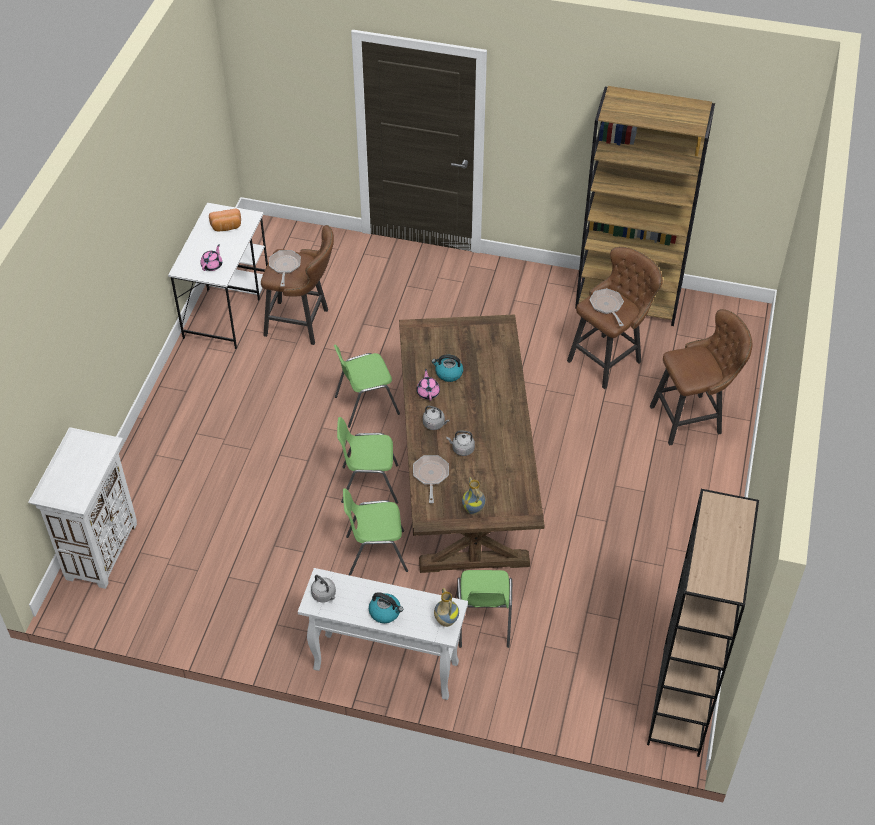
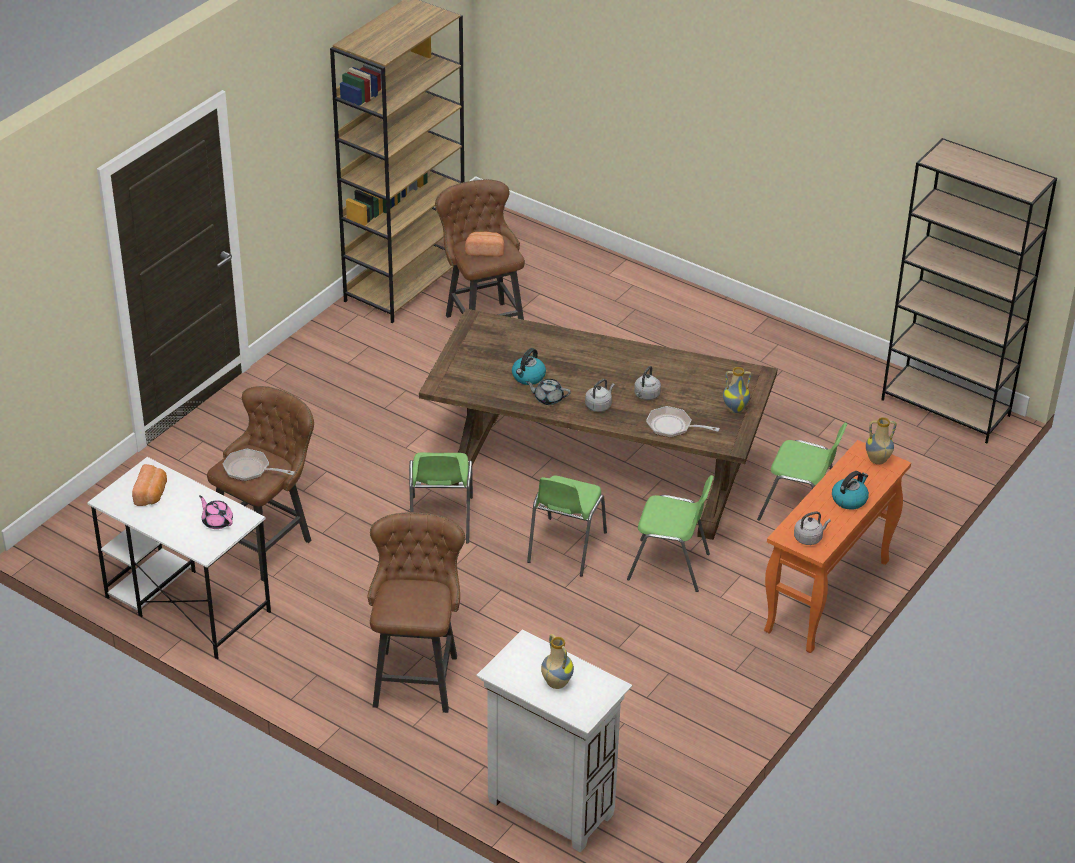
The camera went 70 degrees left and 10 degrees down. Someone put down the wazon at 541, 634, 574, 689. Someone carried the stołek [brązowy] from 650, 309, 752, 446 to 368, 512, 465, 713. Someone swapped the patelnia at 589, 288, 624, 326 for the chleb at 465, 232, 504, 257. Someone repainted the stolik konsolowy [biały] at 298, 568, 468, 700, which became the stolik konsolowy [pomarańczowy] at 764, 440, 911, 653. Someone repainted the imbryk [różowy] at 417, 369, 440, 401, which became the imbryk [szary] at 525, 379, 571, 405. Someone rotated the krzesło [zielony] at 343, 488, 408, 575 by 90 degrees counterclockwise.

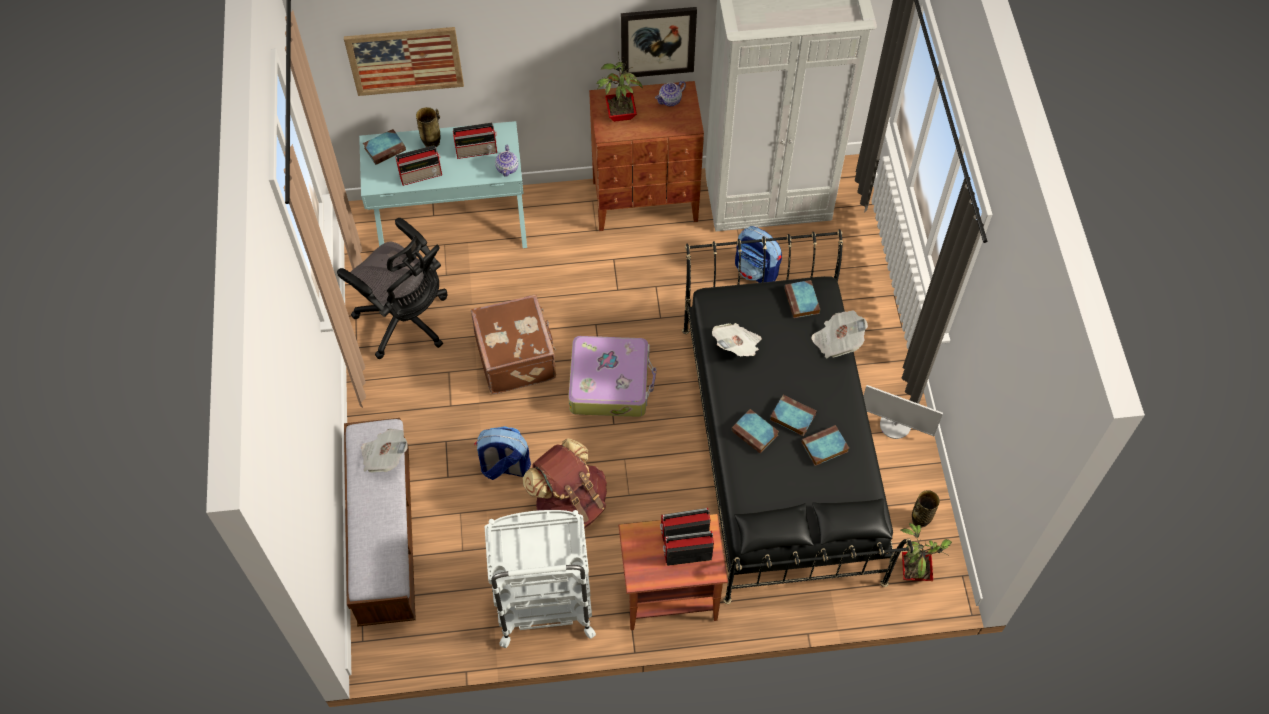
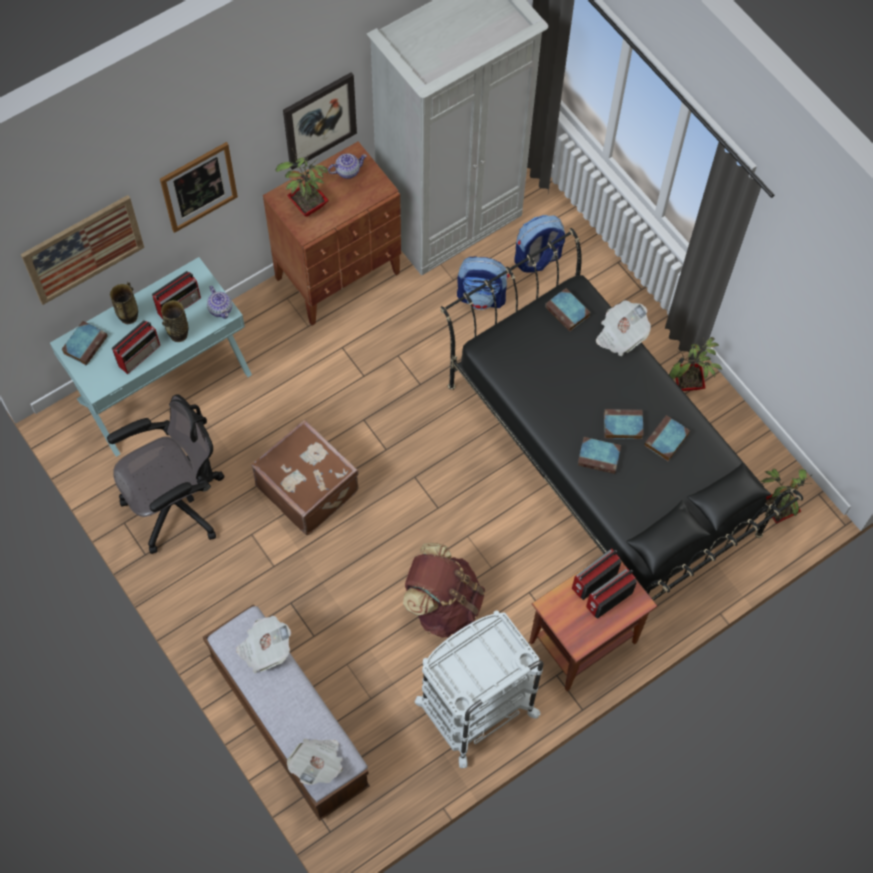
The camera went 30 degrees left and 5 degrees up. Someone took away the walizka at 568, 336, 656, 417. Someone put up the obraz at 160, 142, 238, 233. Someone carried the plecak from 474, 426, 531, 480 to 514, 215, 565, 273. Someone carried the gazeta from 712, 323, 762, 356 to 287, 739, 343, 785. Someone carried the wazon from 912, 490, 940, 528 to 161, 300, 188, 342. Someone swapped the monitor at 863, 385, 943, 439 for the roślina doniczkowa at 669, 337, 722, 391. Someone rotated the krzesło biurowe at 337, 218, 448, 359 by 45 degrees counterclockwise. Someone rotated the imbryk at 655, 81, 686, 106 by 135 degrees counterclockwise.

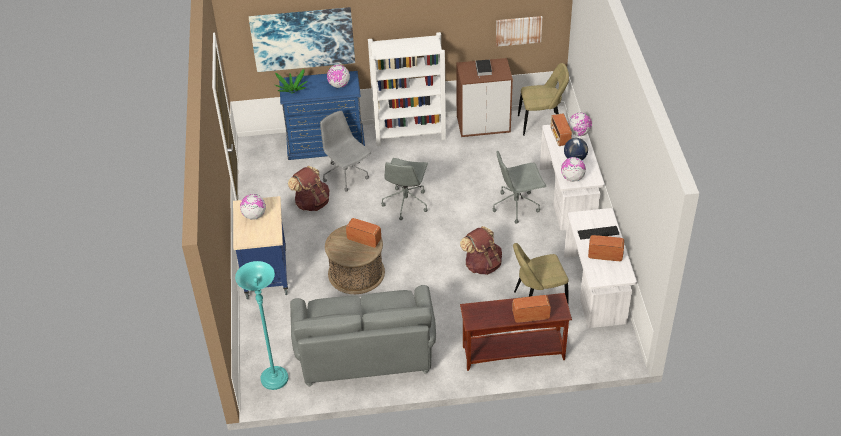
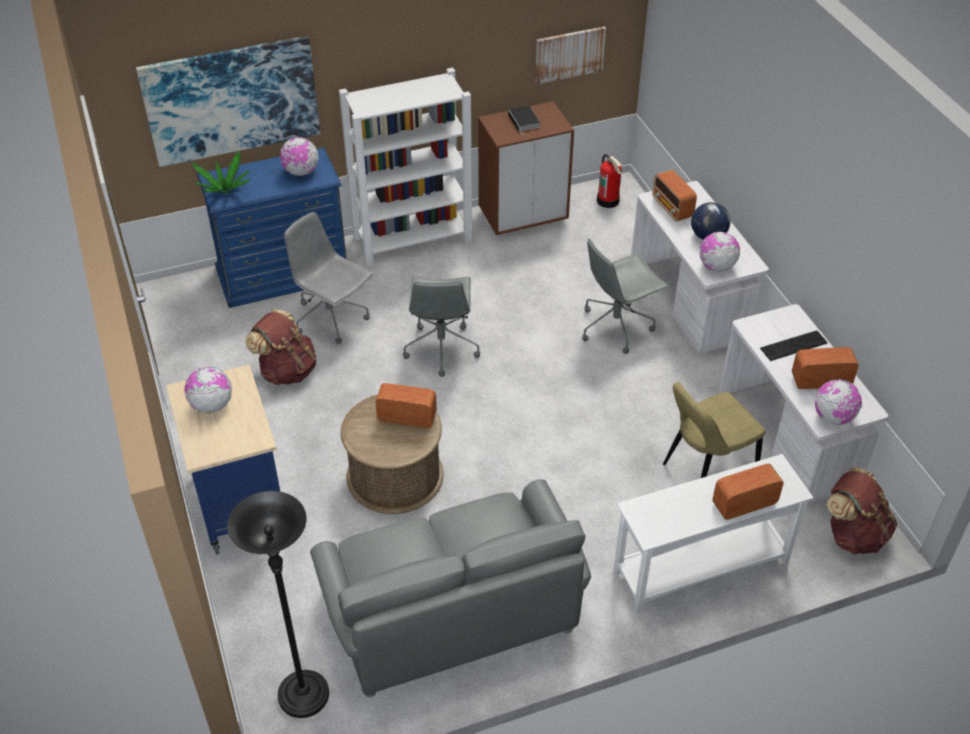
The camera went 15 degrees left and 0 degrees up. Someone carried the plecak [brązowy] from 460, 226, 502, 275 to 826, 467, 897, 555. Someone carried the globus from 568, 113, 592, 136 to 815, 379, 862, 425. Someone swapped the krzesło [beżowy] at 518, 63, 569, 136 for the gaśnica at 597, 154, 622, 208. Someone repainted the lampa stojąca [turkusowy] at 235, 261, 288, 390, which became the lampa stojąca [czarny] at 227, 491, 329, 718. Someone repainted the stolik konsolowy [brązowy] at 460, 293, 572, 371, which became the stolik konsolowy [biały] at 613, 454, 814, 615.

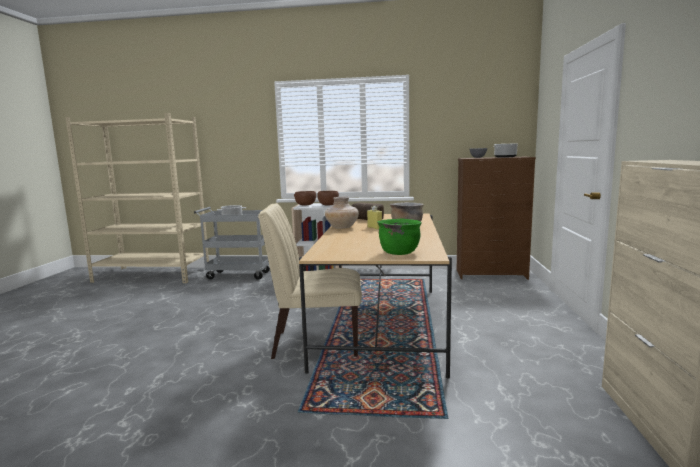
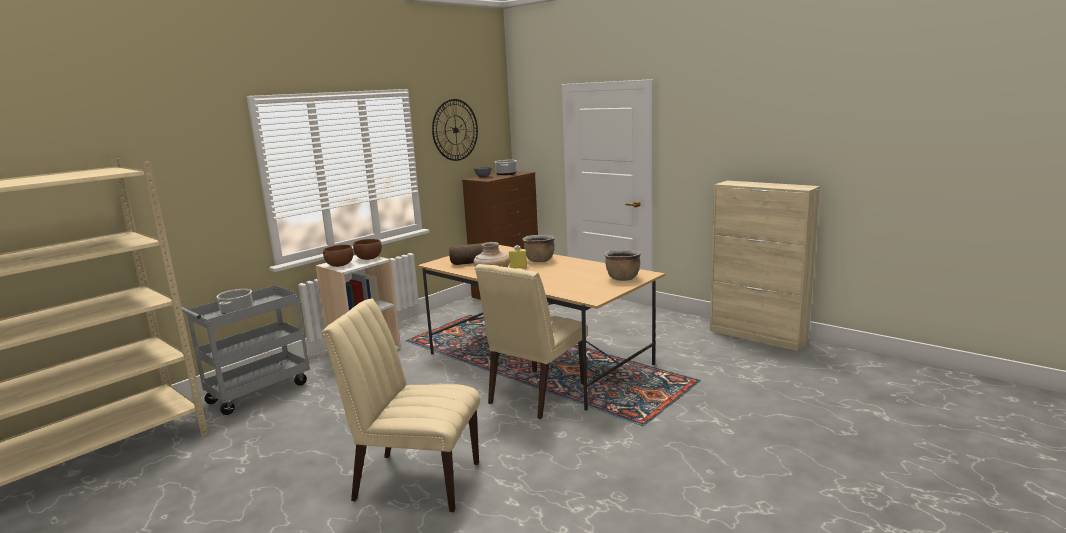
The camera went 55 degrees left and 5 degrees up. Someone put down the krzesło [beżowy] at 322, 299, 480, 512. Someone put up the zegar ścienny at 432, 99, 478, 161. Someone repainted the garnek [zielony] at 377, 219, 422, 255, which became the garnek [brązowy] at 604, 249, 641, 281.

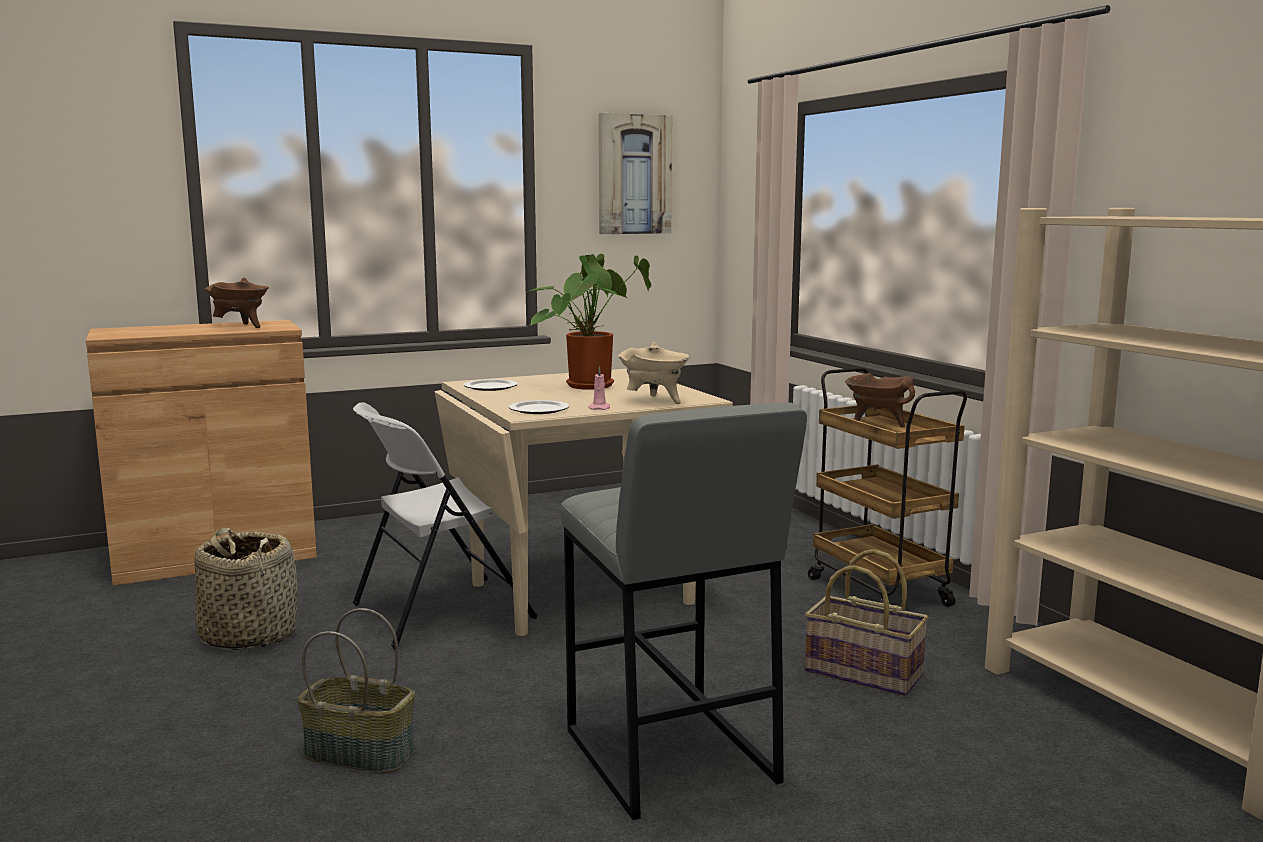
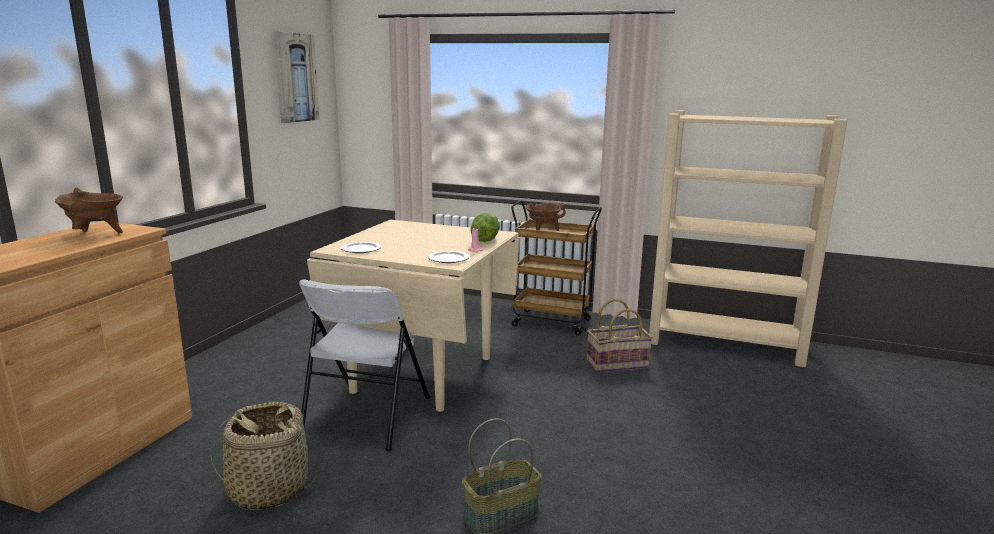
The camera went 45 degrees left and 5 degrees up. Someone took away the roślina doniczkowa at 527, 254, 651, 390. Someone took away the stołek [szary] at 561, 402, 807, 820. Someone swapped the garnek [beżowy] at 618, 342, 689, 404 for the sałata at 471, 213, 499, 242.

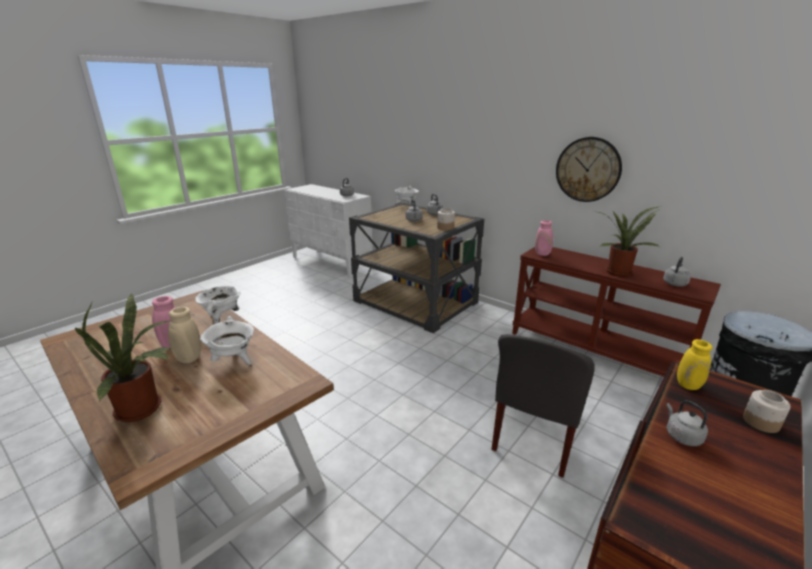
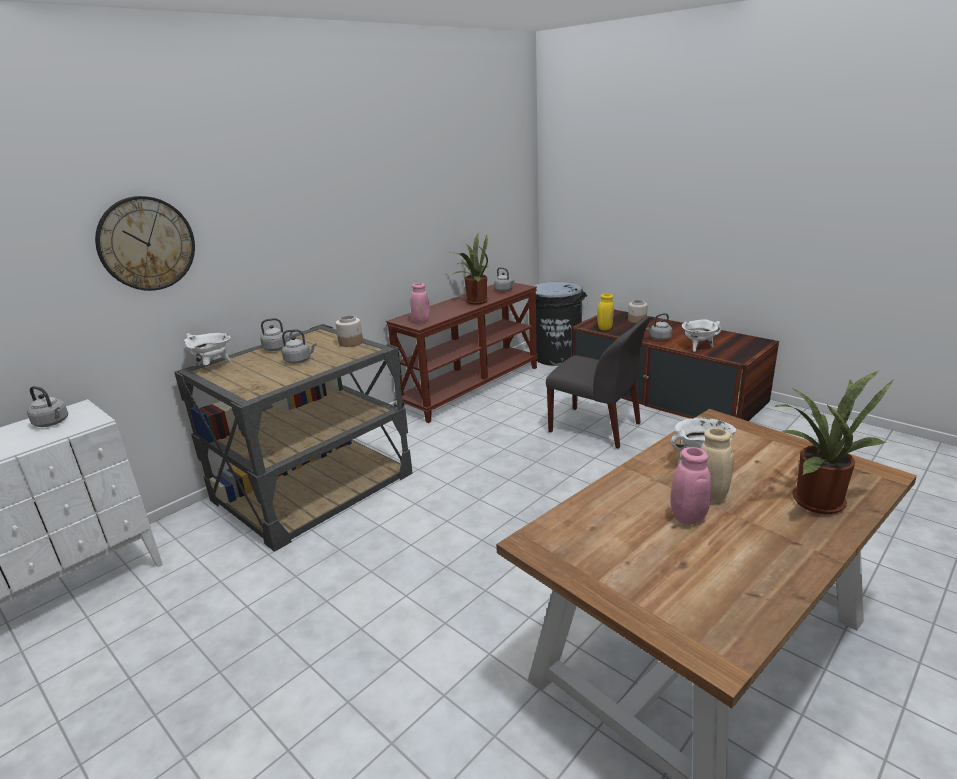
The camera went 85 degrees left and 0 degrees up. Someone carried the garnek [biały] from 195, 286, 241, 324 to 682, 319, 721, 352. Someone carried the zegar ścienny from 556, 137, 622, 202 to 95, 196, 195, 291.

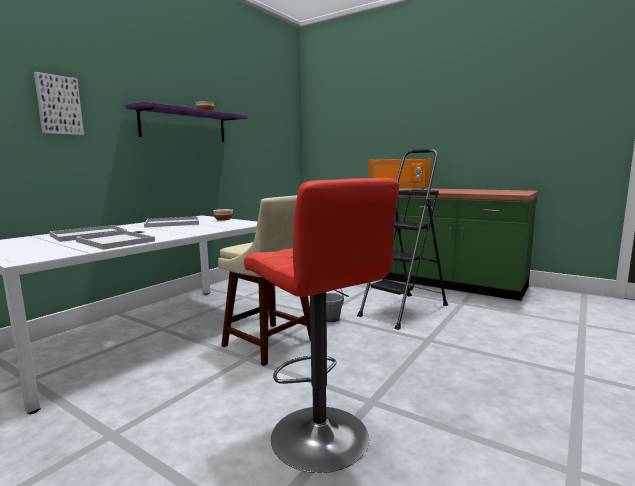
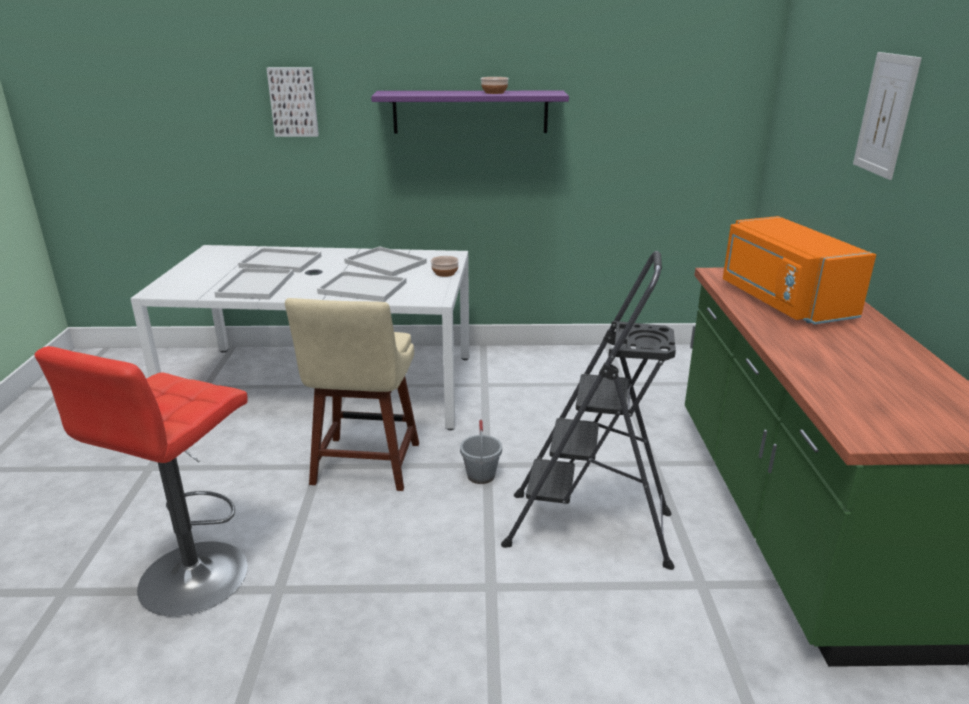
The camera went 55 degrees right and 15 degrees up. Someone put down the taca [biały] at 317, 271, 407, 302. Someone put up the obraz at 853, 52, 922, 180.

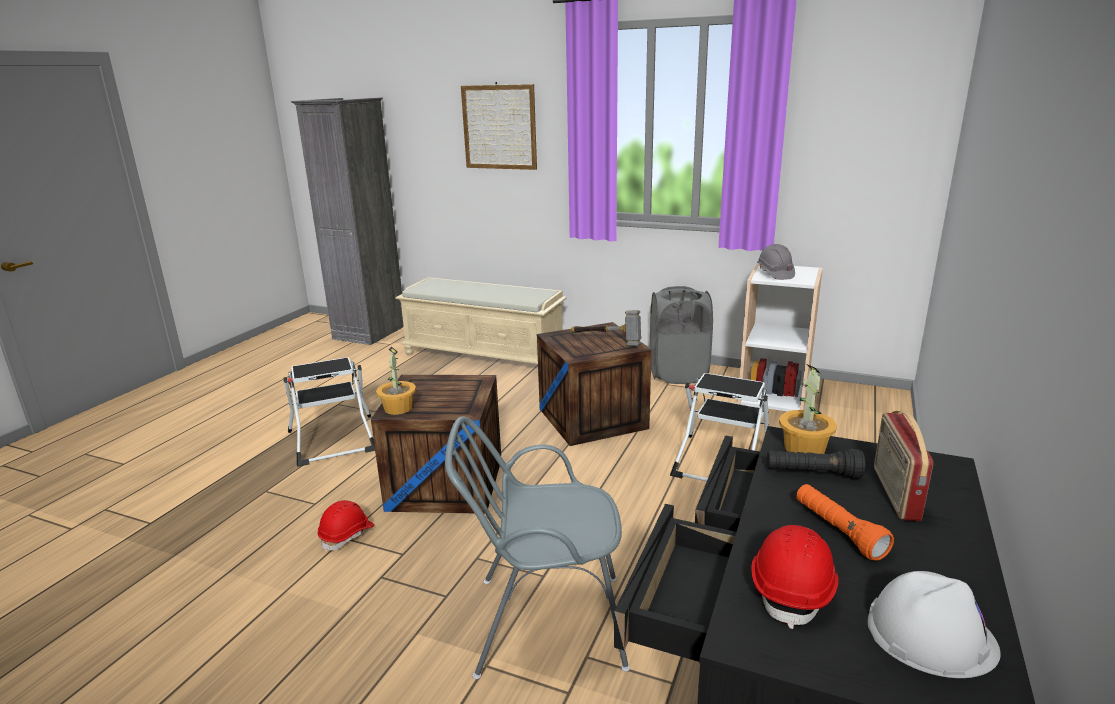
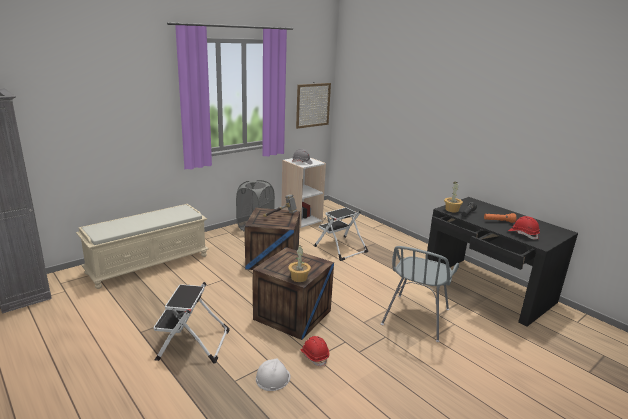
The camera went 65 degrees left and 0 degrees up. Someone took away the radio at 874, 411, 933, 521. Someone carried the obraz from 461, 82, 537, 170 to 296, 83, 331, 129. Someone carried the kask [biały] from 868, 571, 1001, 678 to 256, 358, 291, 391.

